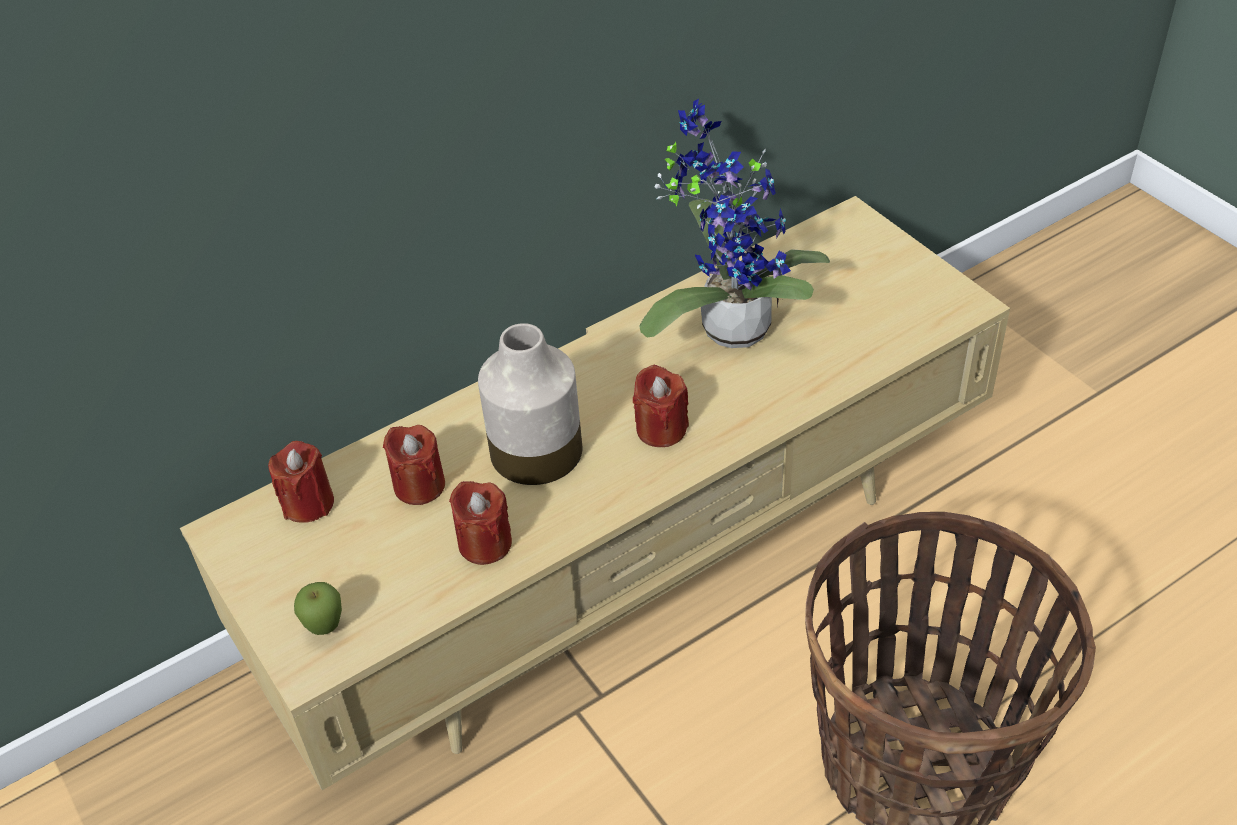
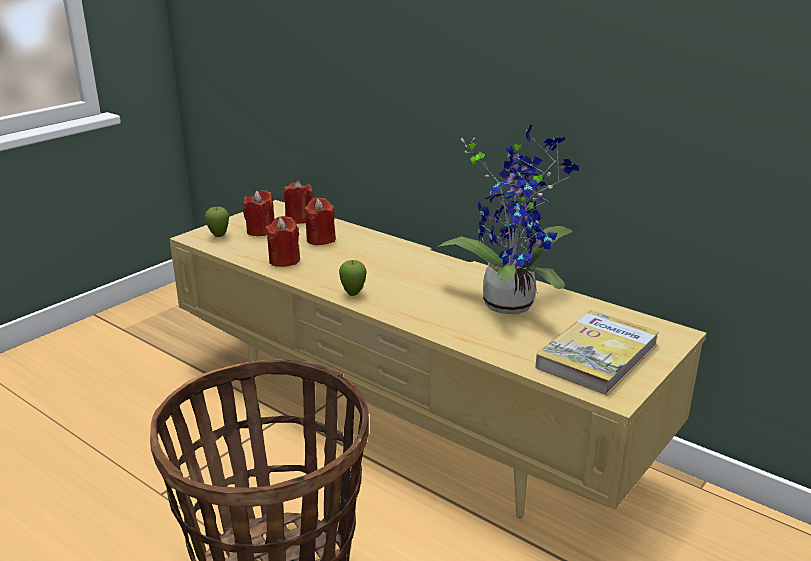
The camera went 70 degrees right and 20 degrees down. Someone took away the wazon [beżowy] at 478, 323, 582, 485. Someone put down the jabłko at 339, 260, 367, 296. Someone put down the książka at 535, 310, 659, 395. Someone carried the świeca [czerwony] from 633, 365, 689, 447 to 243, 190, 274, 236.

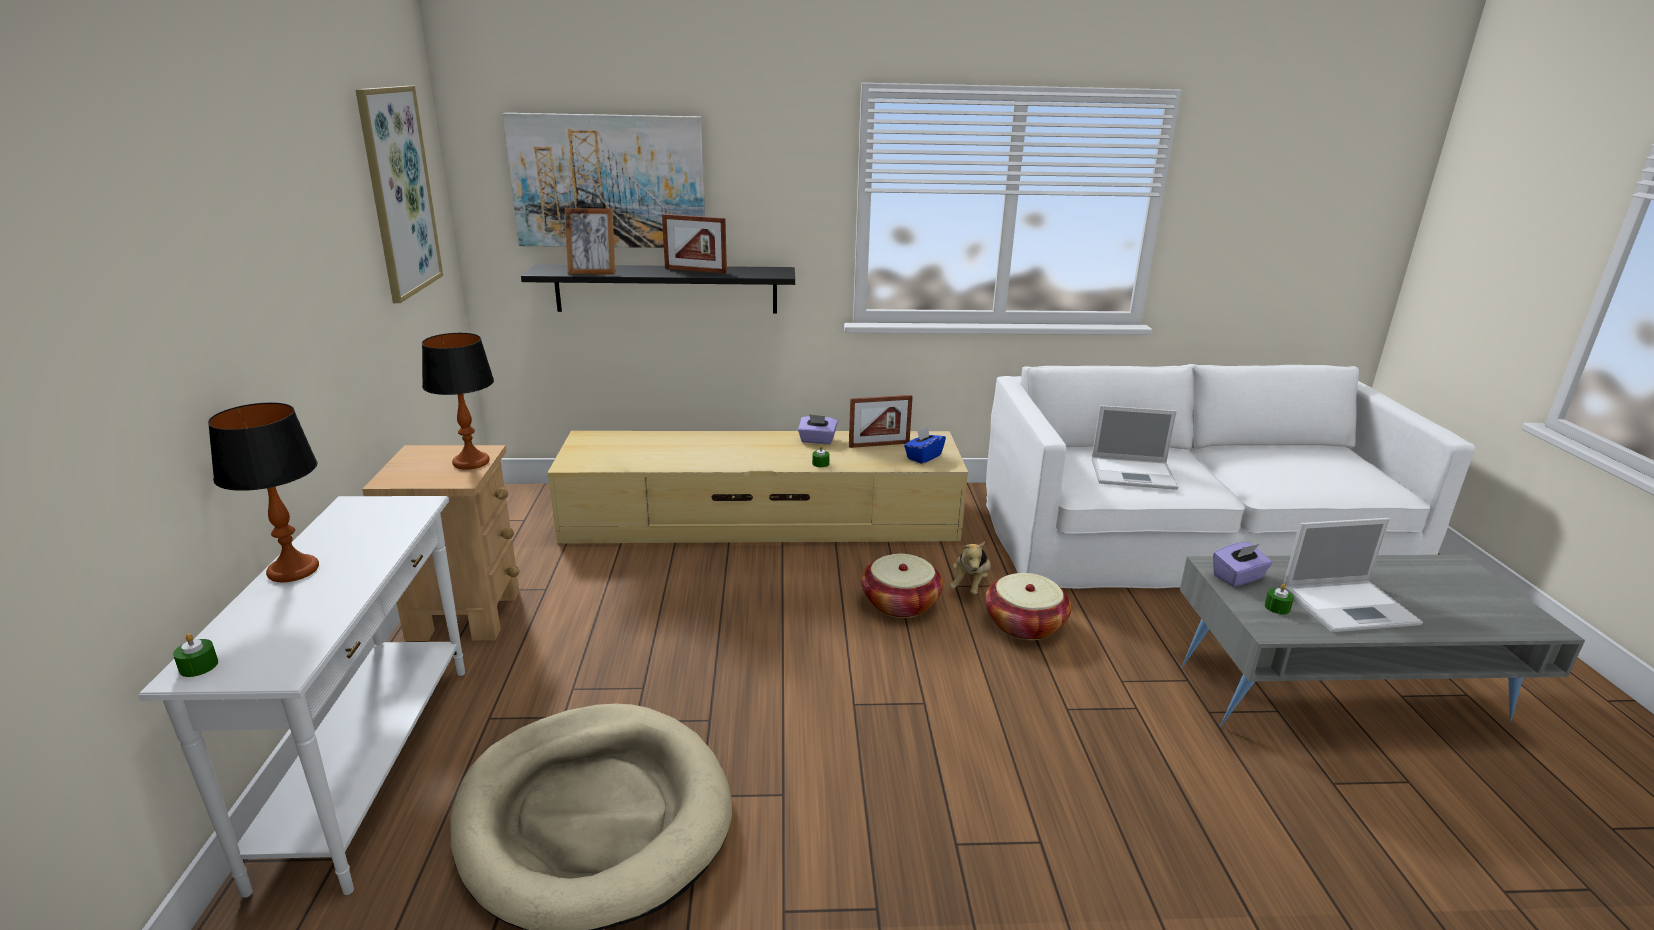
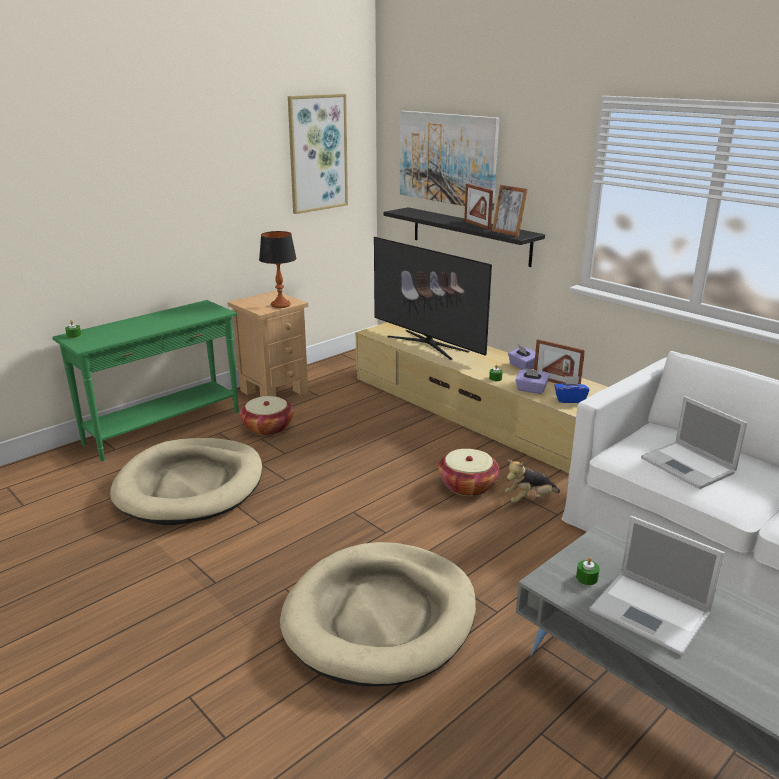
The camera went 50 degrees right and 0 degrees up. Someone took away the lampa stołowa at 208, 402, 319, 582. Someone put down the legowisko [beżowy] at 280, 542, 476, 686. Someone put down the telewizor at 374, 237, 492, 360. Someone carried the ramka na zdjęcie from 565, 208, 615, 275 to 492, 185, 528, 237. Someone carried the koszyk from 985, 573, 1071, 640 to 240, 396, 294, 435. Someone carried the pudełko chusteczek [fioletowy] from 1213, 542, 1273, 587 to 515, 368, 550, 394. Someone repainted the stolik konsolowy [biały] at 138, 496, 465, 898, which became the stolik konsolowy [zielony] at 52, 300, 239, 462.

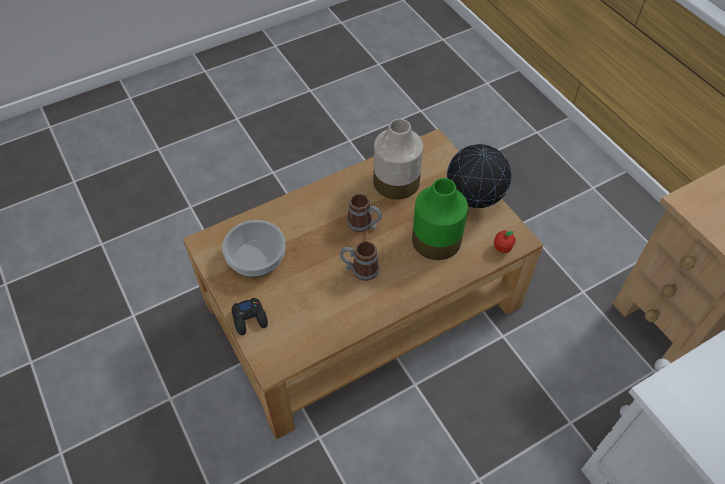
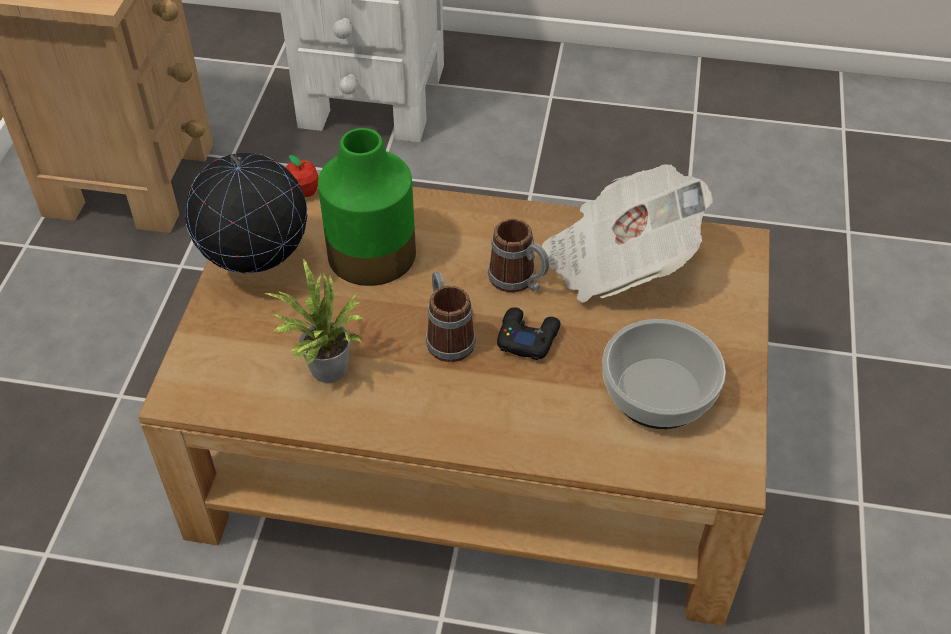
The camera went 140 degrees left and 5 degrees down. Someone put down the gazeta at 542, 165, 713, 303. Someone carried the pad do gier [czarny] from 232, 297, 268, 335 to 497, 307, 560, 360. Someone swapped the wazon [beżowy] at 373, 119, 423, 199 for the roślina doniczkowa at 263, 258, 365, 383.

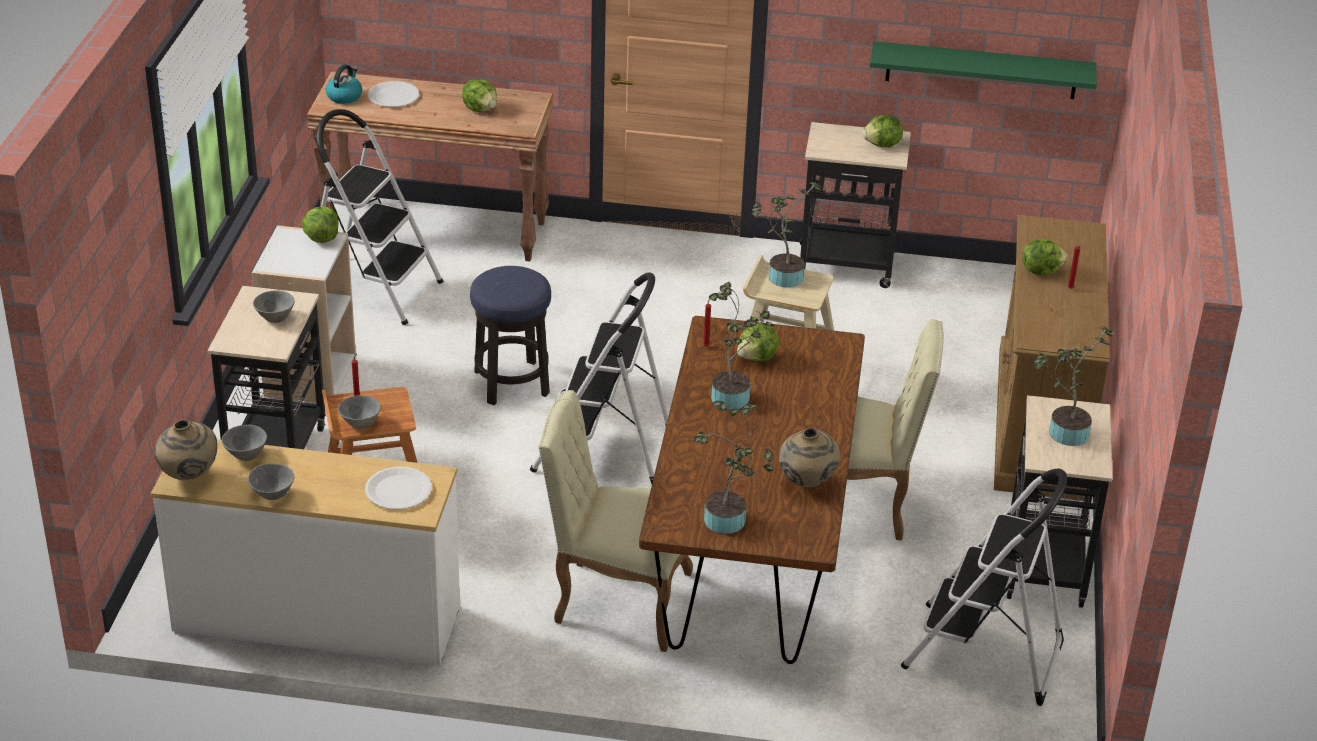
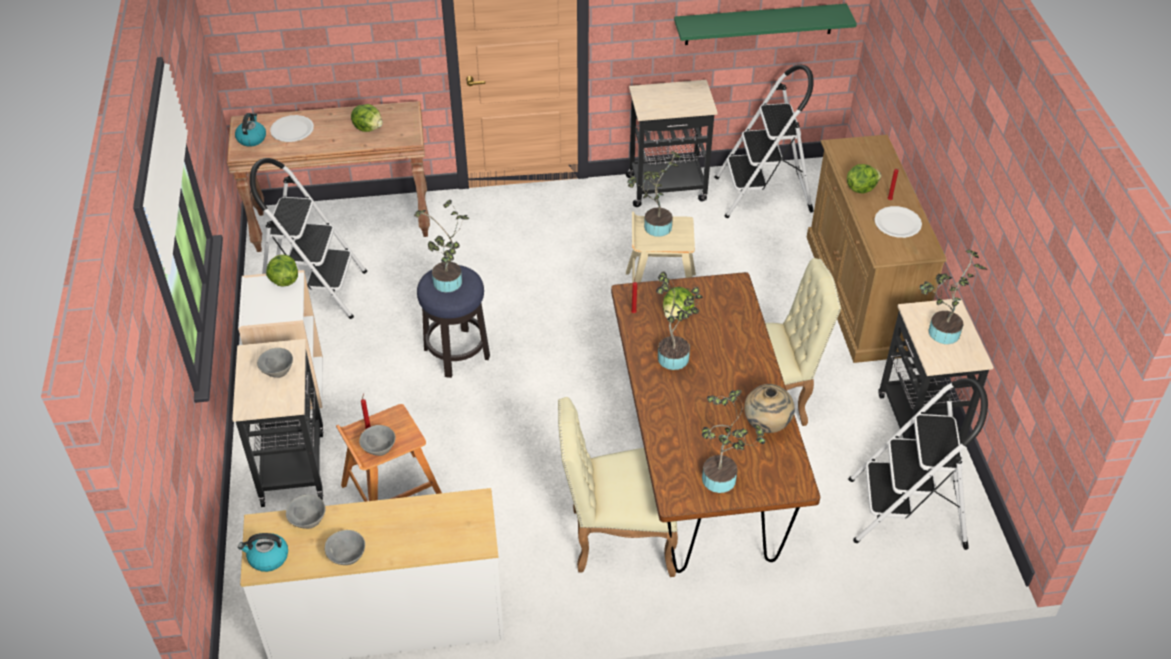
The camera went 15 degrees left and 10 degrees up. Someone took away the sałata at 862, 115, 903, 148. Someone put down the roślina doniczkowa at 414, 200, 469, 292. Someone carried the talerz [biały] from 365, 467, 432, 510 to 874, 206, 922, 238. Someone carried the drabinka from 530, 272, 668, 484 to 714, 65, 814, 218. Someone swapped the wazon [beżowy] at 155, 419, 217, 480 for the czajnik at 238, 533, 288, 572.

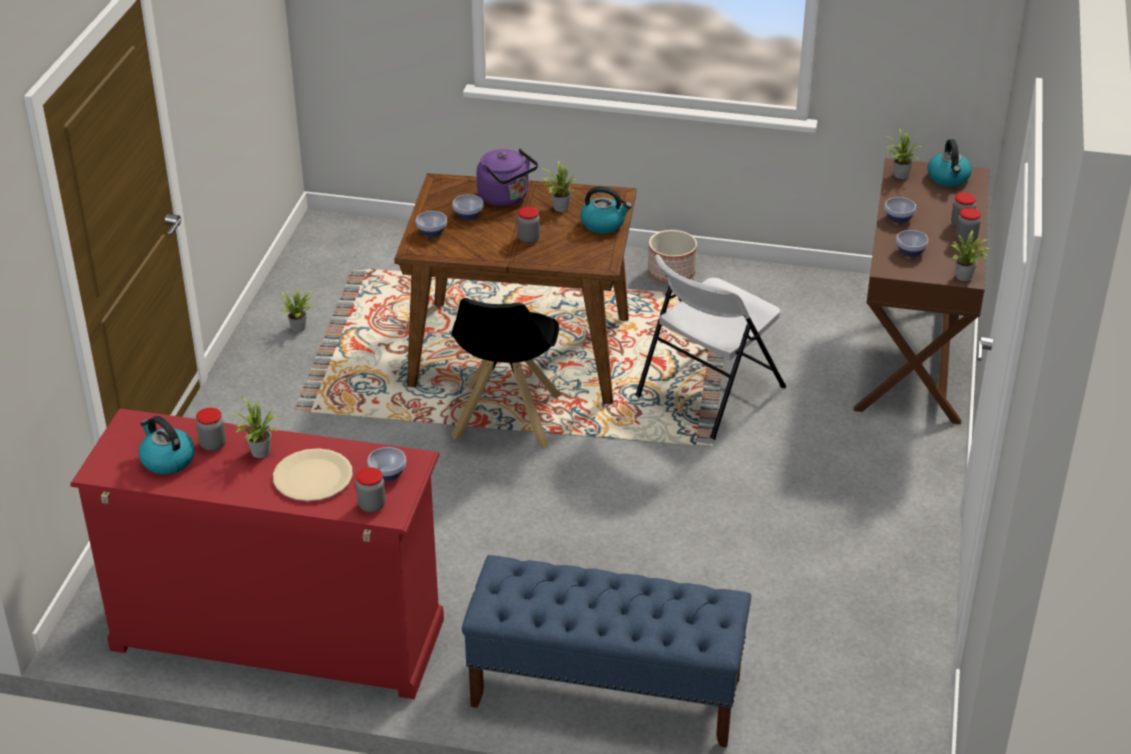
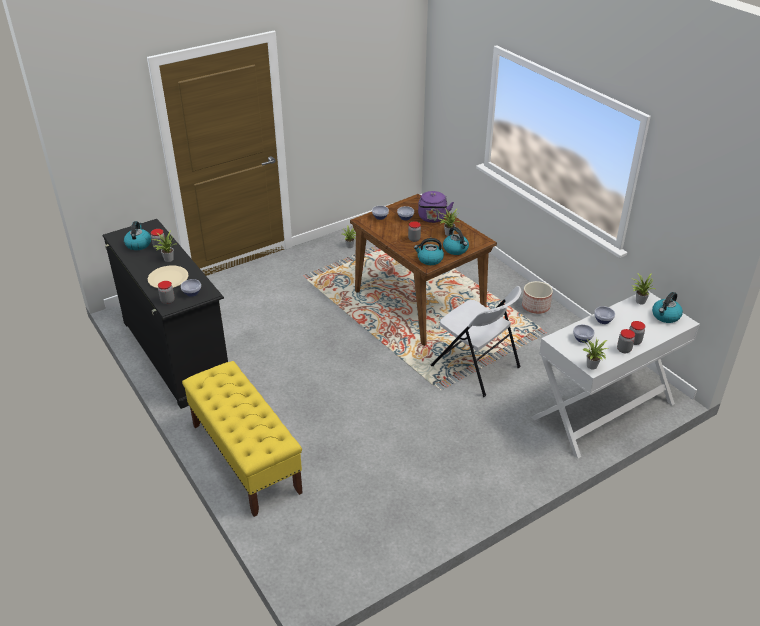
The camera went 45 degrees right and 0 degrees up. Someone took away the krzesło [czarny] at 451, 298, 561, 448. Someone put down the czajnik at 414, 238, 444, 265. Someone repainted the szafka [czerwony] at 70, 409, 444, 699, which became the szafka [czarny] at 103, 219, 228, 409. Someone repainted the ławka [niebieski] at 462, 555, 751, 748, which became the ławka [żółty] at 182, 361, 303, 517. Someone repainted the stolik konsolowy [brązowy] at 853, 158, 989, 424, which became the stolik konsolowy [biały] at 531, 292, 700, 458. Someone rotated the krzesło [biały] at 635, 255, 786, 440 by 135 degrees counterclockwise.

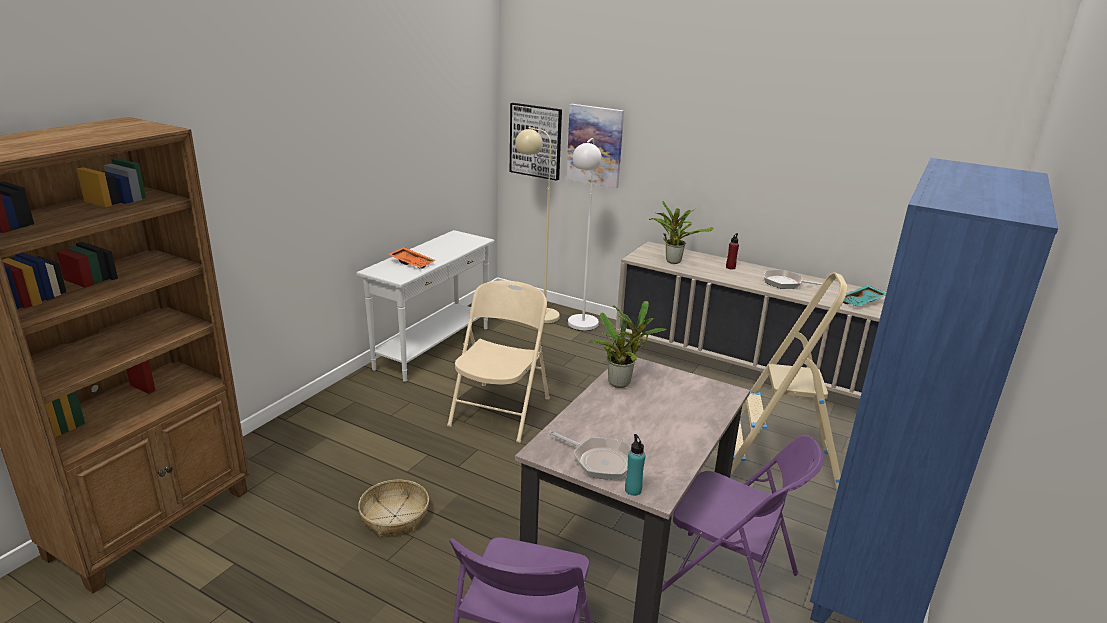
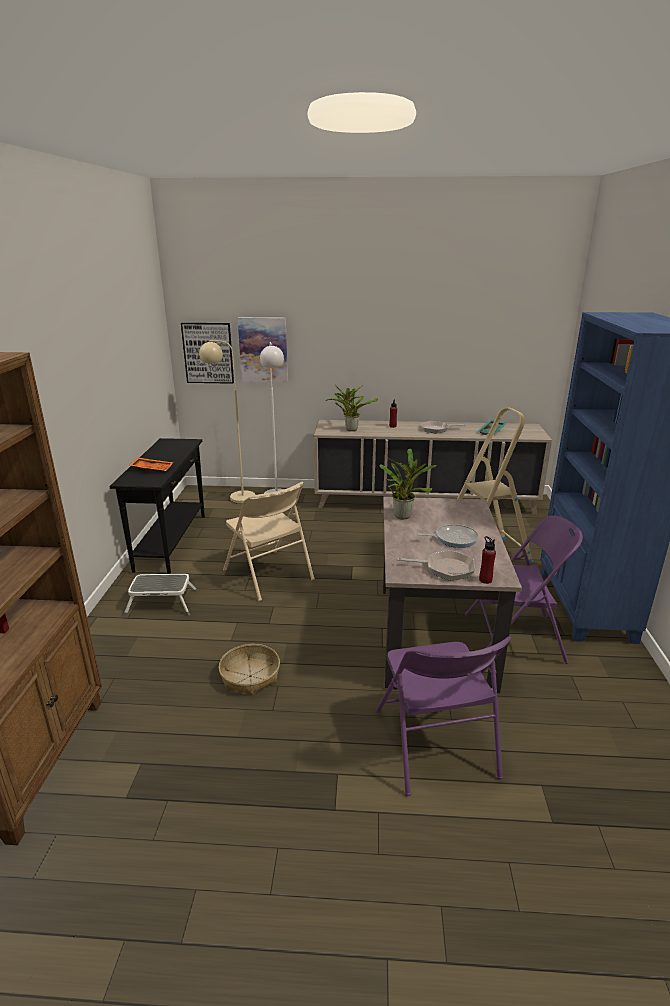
The camera went 25 degrees left and 0 degrees up. Someone put down the drabinka [szary] at 123, 574, 199, 617. Someone put down the patelnia at 415, 524, 479, 548. Someone repainted the stolik konsolowy [biały] at 356, 230, 495, 382, which became the stolik konsolowy [czarny] at 109, 438, 205, 574. Someone repainted the butelka [turkusowy] at 625, 434, 645, 496, which became the butelka [czerwony] at 479, 536, 496, 584. Someone rotated the krzesło [beżowy] at 447, 281, 550, 443 by 150 degrees clockwise.

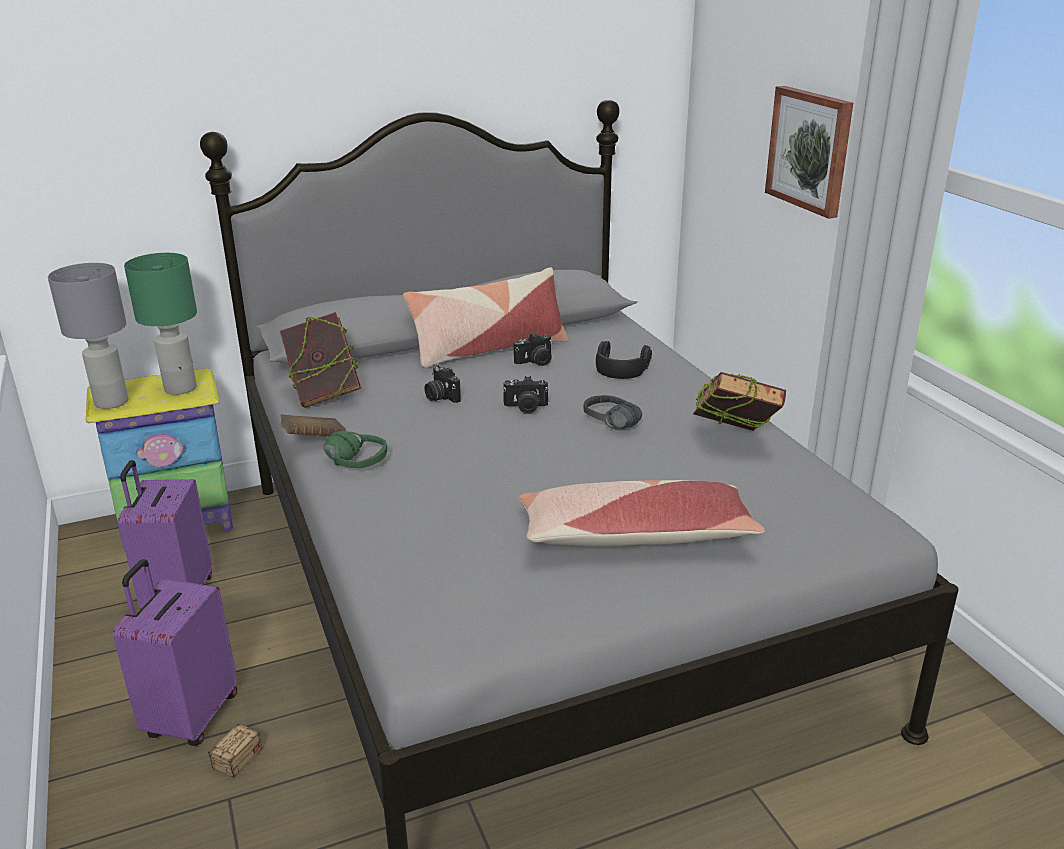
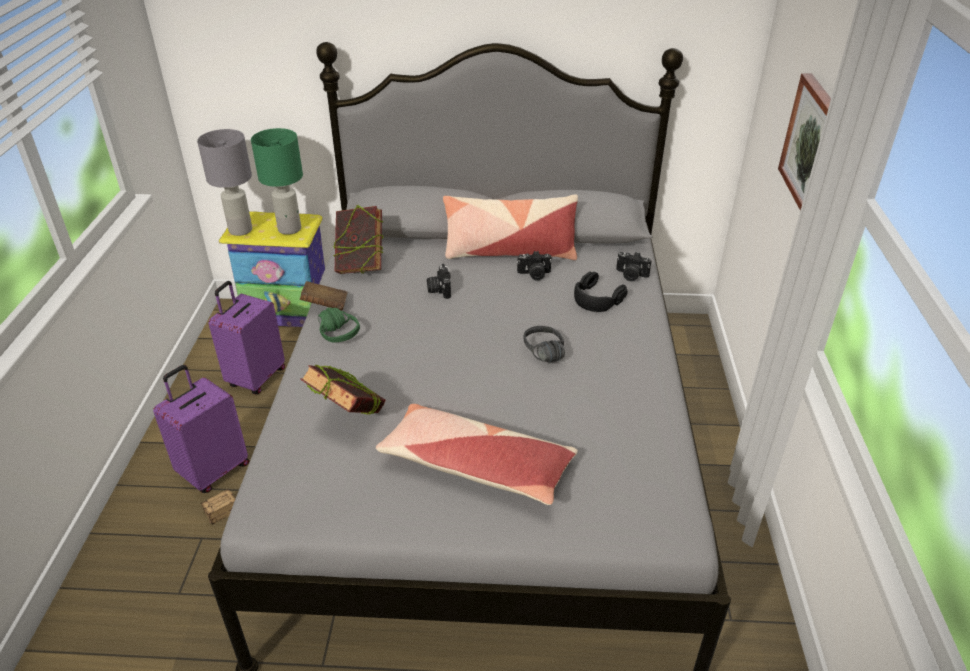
The camera went 25 degrees right and 10 degrees up. Someone carried the aparat fotograficzny from 503, 376, 549, 414 to 616, 252, 652, 281. Someone carried the książka from 693, 372, 786, 431 to 300, 365, 386, 415.

